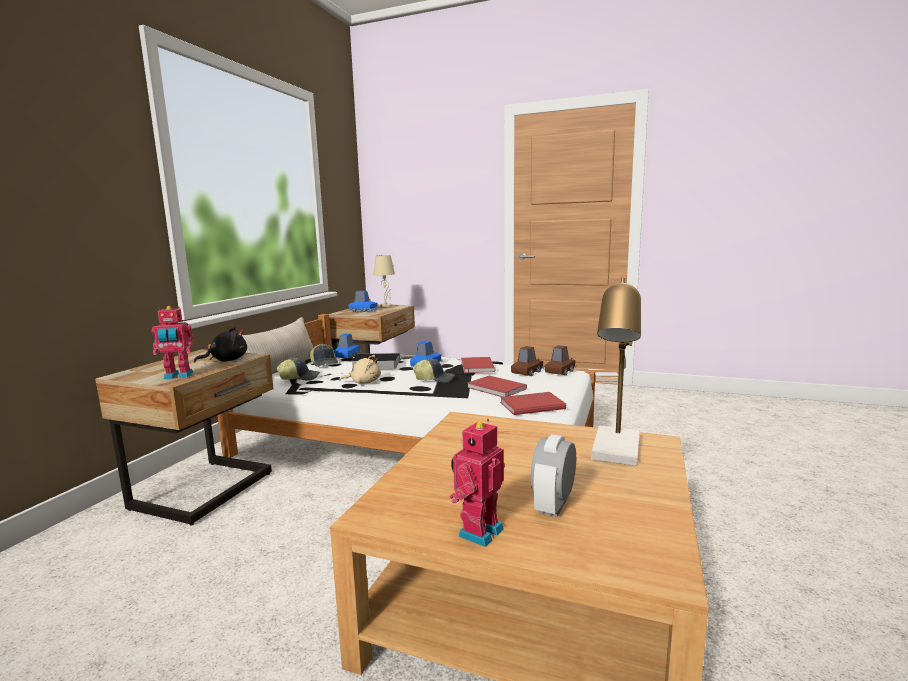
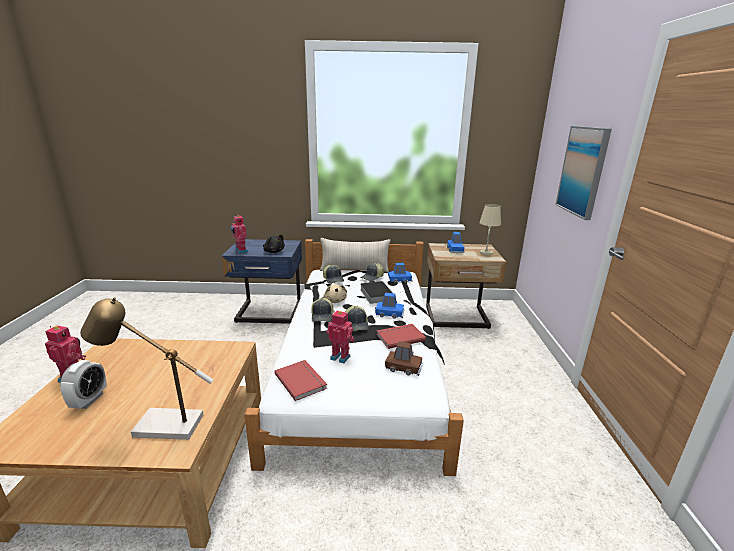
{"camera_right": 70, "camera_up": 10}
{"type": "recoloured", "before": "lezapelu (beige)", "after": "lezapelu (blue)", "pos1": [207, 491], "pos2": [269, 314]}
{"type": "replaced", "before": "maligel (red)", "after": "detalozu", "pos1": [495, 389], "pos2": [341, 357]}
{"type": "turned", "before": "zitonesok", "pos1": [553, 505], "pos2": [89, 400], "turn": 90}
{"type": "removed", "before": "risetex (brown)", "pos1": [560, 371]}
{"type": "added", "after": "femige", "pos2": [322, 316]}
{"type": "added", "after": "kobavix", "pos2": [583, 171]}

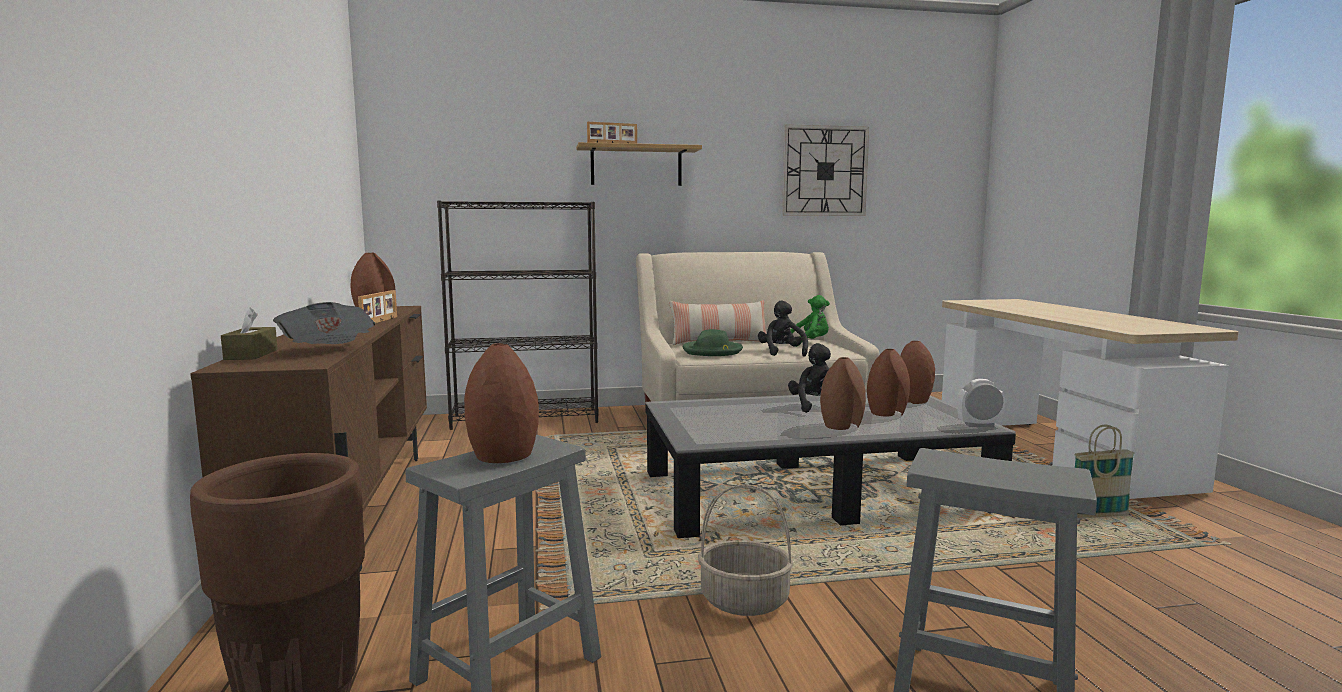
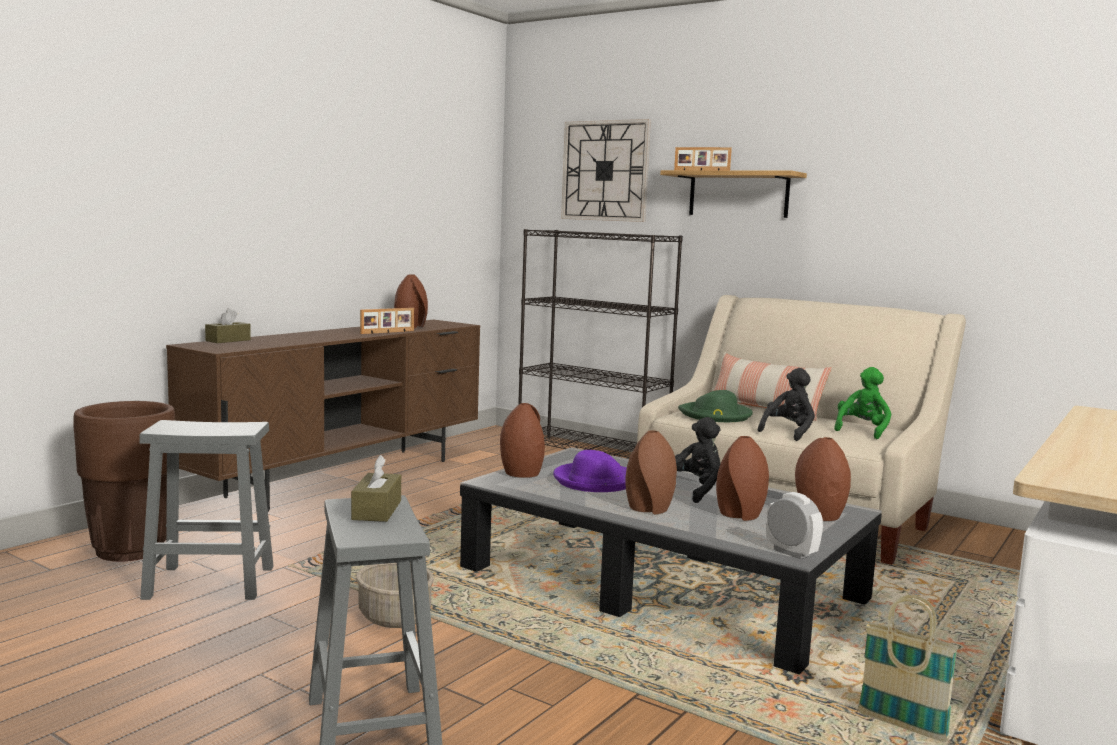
{"camera_right": 45, "camera_up": 0}
{"type": "removed", "before": "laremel", "pos1": [329, 350]}
{"type": "moved", "before": "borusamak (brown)", "pos1": [501, 456], "pos2": [521, 473]}
{"type": "moved", "before": "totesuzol", "pos1": [824, 171], "pos2": [605, 171]}
{"type": "turned", "before": "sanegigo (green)", "pos1": [809, 343], "pos2": [862, 431], "turn": -90}
{"type": "added", "after": "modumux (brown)", "pos2": [376, 510]}
{"type": "added", "after": "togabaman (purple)", "pos2": [595, 481]}

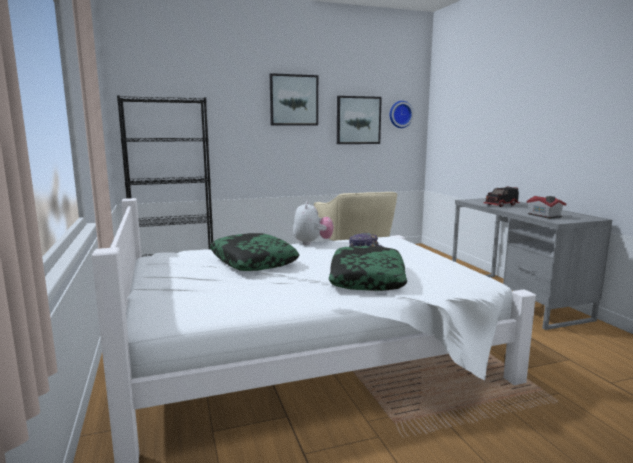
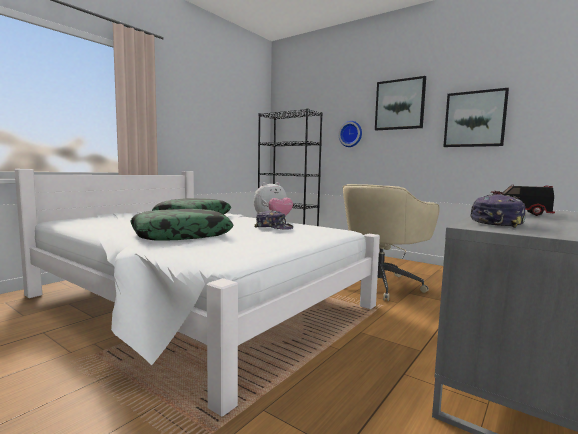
{"camera_right": 55, "camera_up": -5}
{"type": "moved", "before": "totesuzol", "pos1": [400, 114], "pos2": [351, 134]}
{"type": "replaced", "before": "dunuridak", "after": "femige", "pos1": [544, 216], "pos2": [496, 223]}

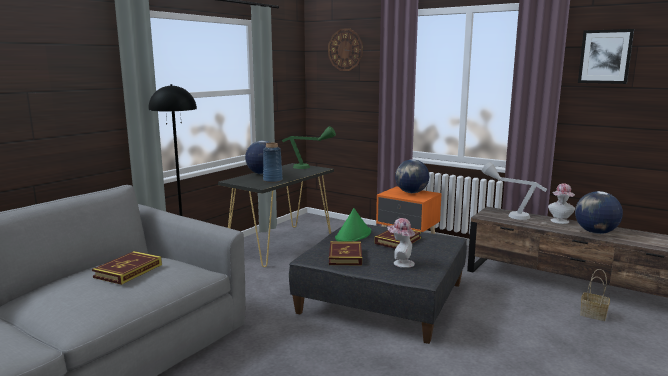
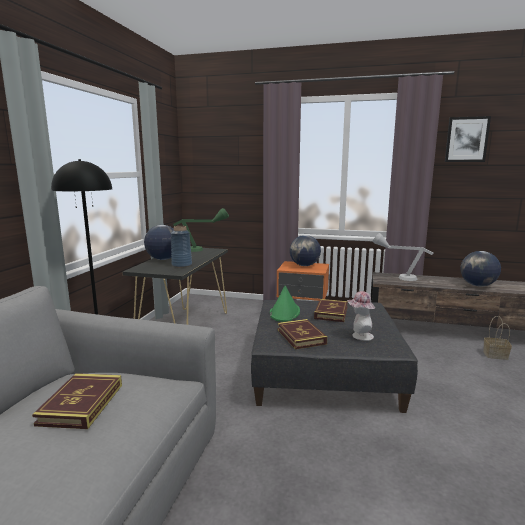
{"camera_right": -20, "camera_up": 0}
{"type": "removed", "before": "totesuzol", "pos1": [345, 49]}
{"type": "removed", "before": "togabaman", "pos1": [560, 222]}

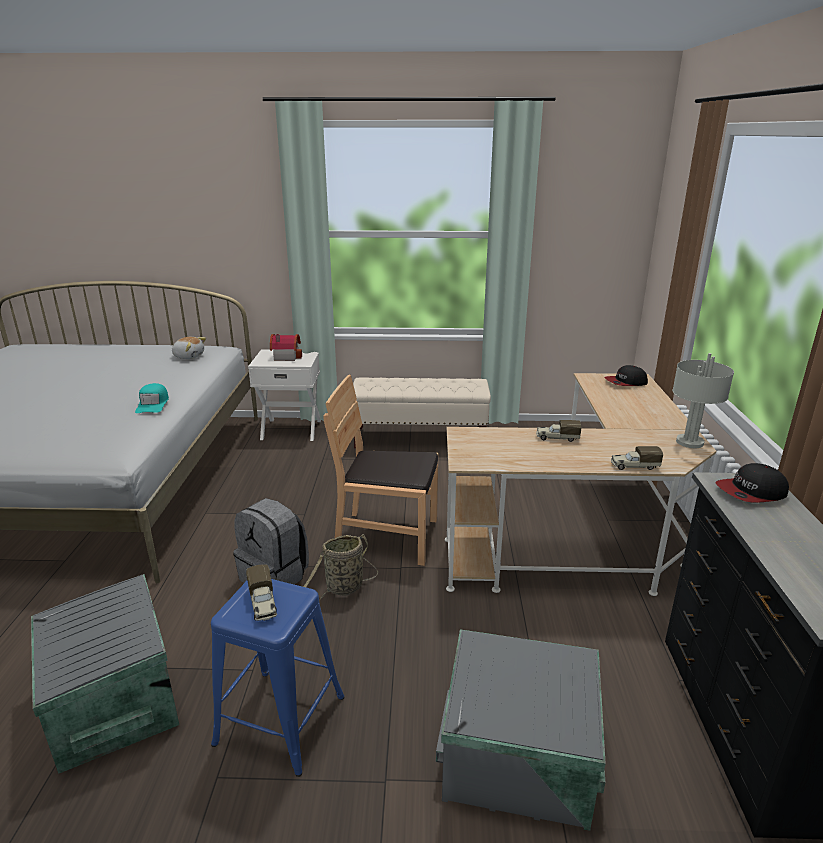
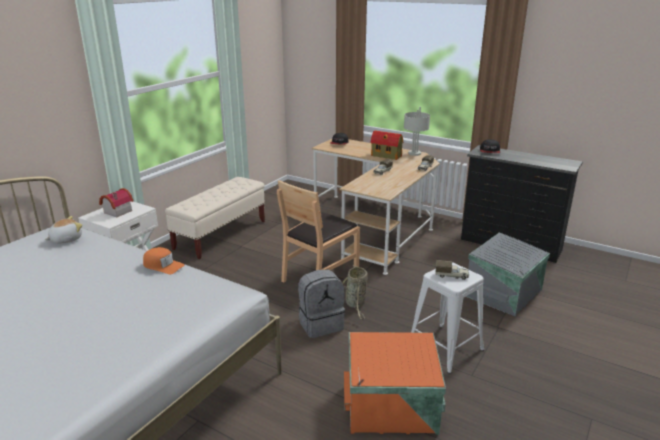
{"camera_right": -60, "camera_up": 0}
{"type": "recoloured", "before": "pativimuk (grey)", "after": "pativimuk (orange)", "pos1": [111, 703], "pos2": [392, 407]}
{"type": "recoloured", "before": "femige (turquoise)", "after": "femige (orange)", "pos1": [153, 404], "pos2": [163, 265]}
{"type": "recoloured", "before": "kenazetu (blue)", "after": "kenazetu (white)", "pos1": [280, 720], "pos2": [445, 347]}
{"type": "added", "after": "dunuridak", "pos2": [387, 156]}

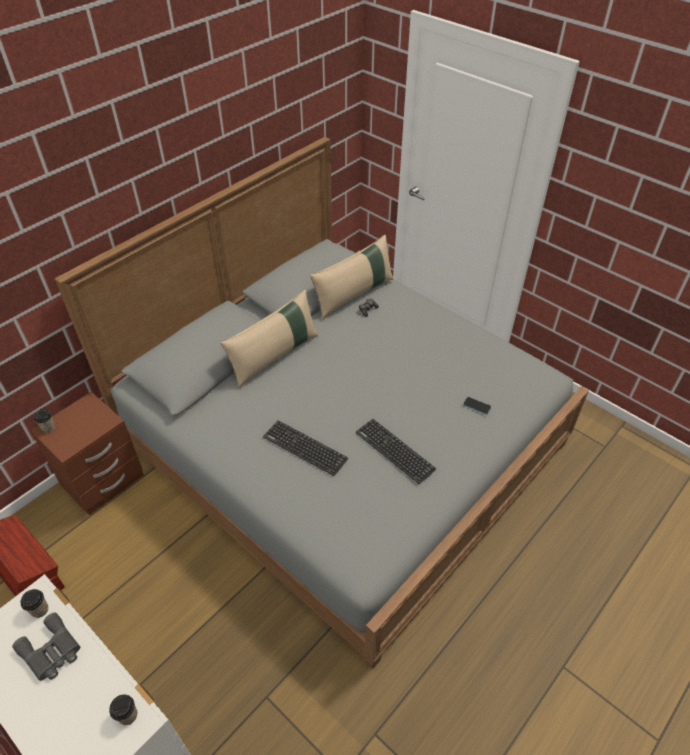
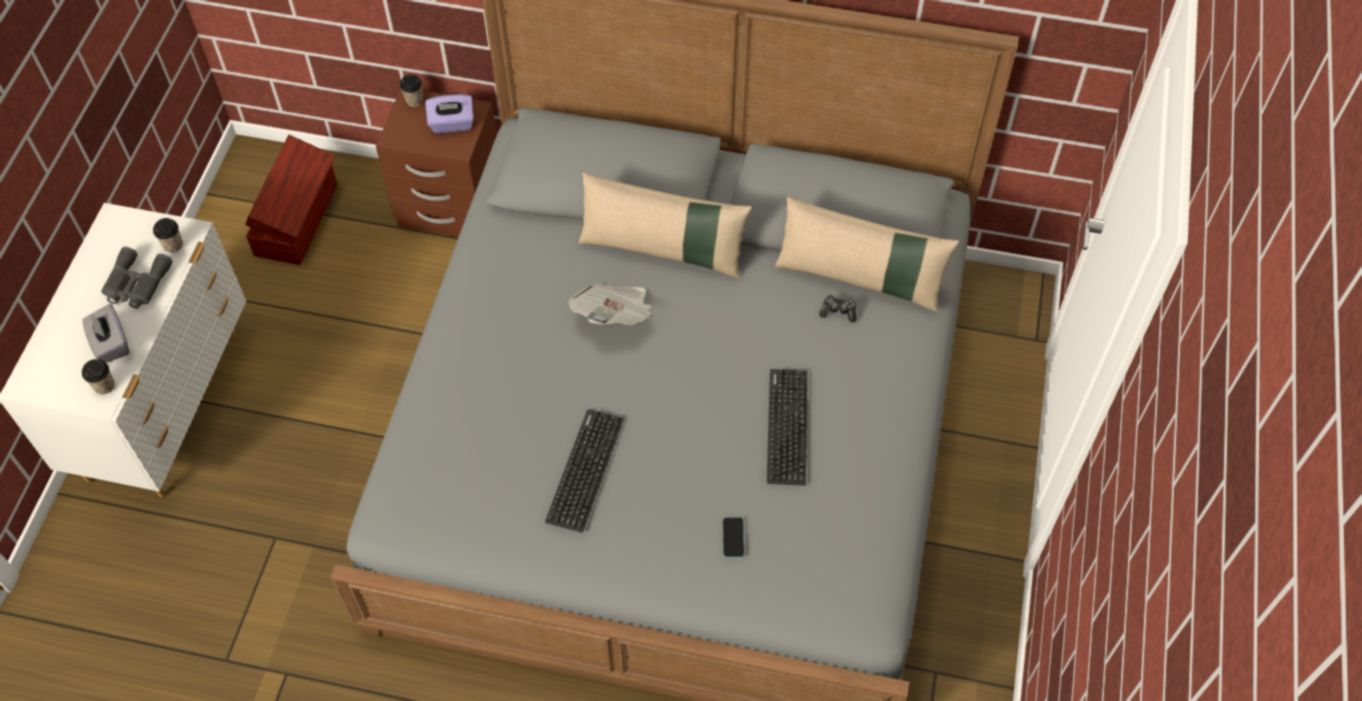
{"camera_right": 60, "camera_up": 10}
{"type": "moved", "before": "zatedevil", "pos1": [305, 448], "pos2": [787, 426]}
{"type": "added", "after": "modumux (grey)", "pos2": [111, 344]}
{"type": "added", "after": "modumux (purple)", "pos2": [452, 124]}
{"type": "added", "after": "laremel", "pos2": [614, 316]}

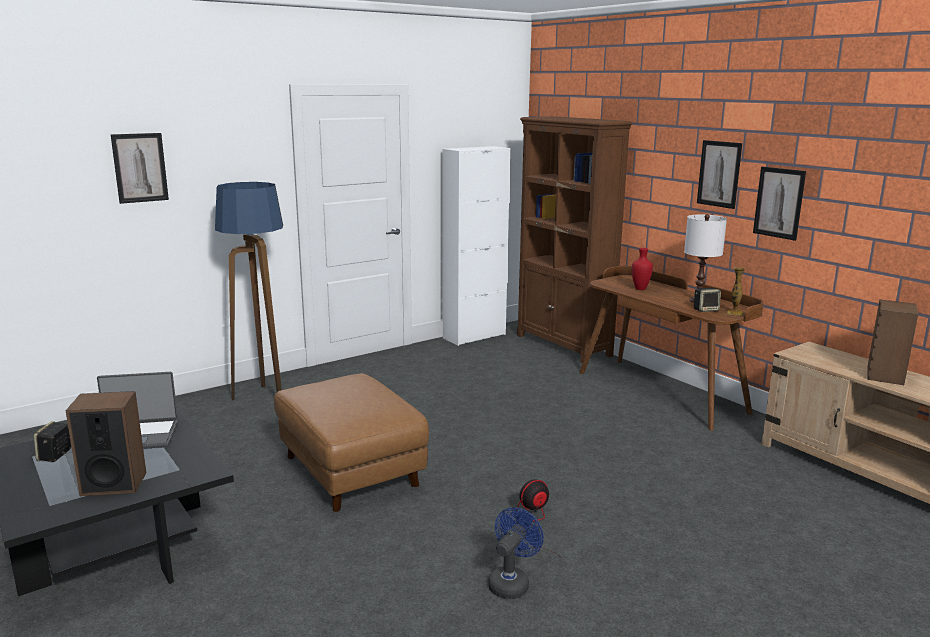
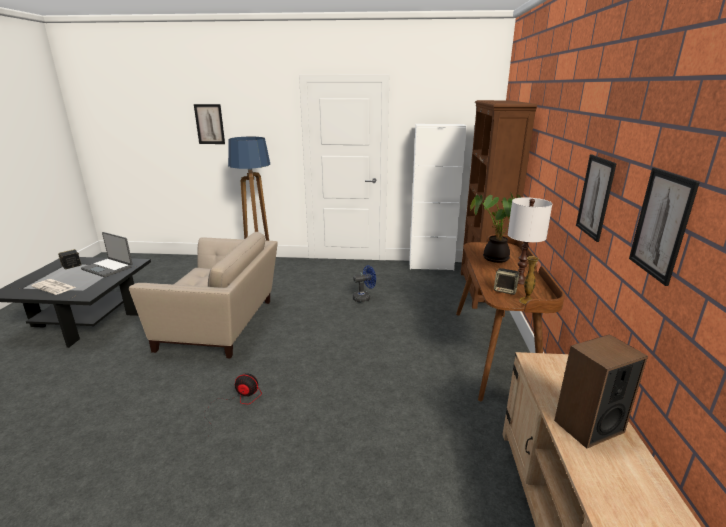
{"camera_right": 40, "camera_up": 5}
{"type": "replaced", "before": "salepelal", "after": "laremel", "pos1": [114, 483], "pos2": [55, 287]}
{"type": "replaced", "before": "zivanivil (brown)", "after": "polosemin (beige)", "pos1": [352, 470], "pos2": [221, 325]}
{"type": "moved", "before": "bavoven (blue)", "pos1": [511, 582], "pos2": [364, 298]}
{"type": "replaced", "before": "borusamak (red)", "after": "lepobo", "pos1": [640, 289], "pos2": [493, 258]}
{"type": "moved", "before": "kobavix", "pos1": [719, 174], "pos2": [661, 225]}

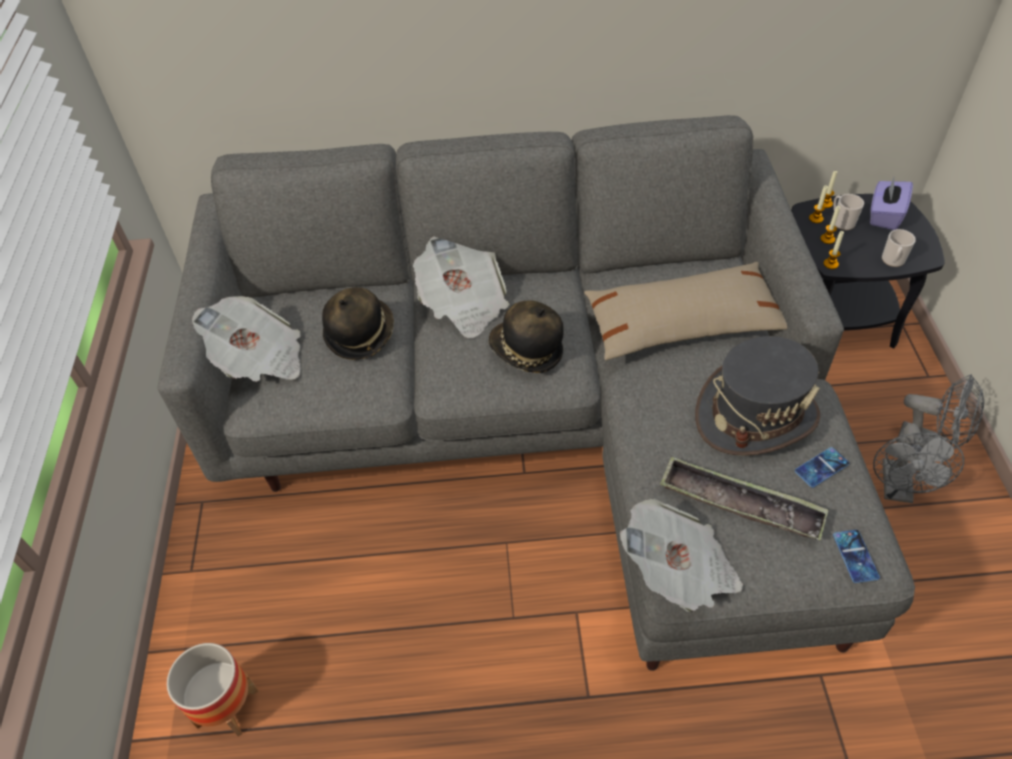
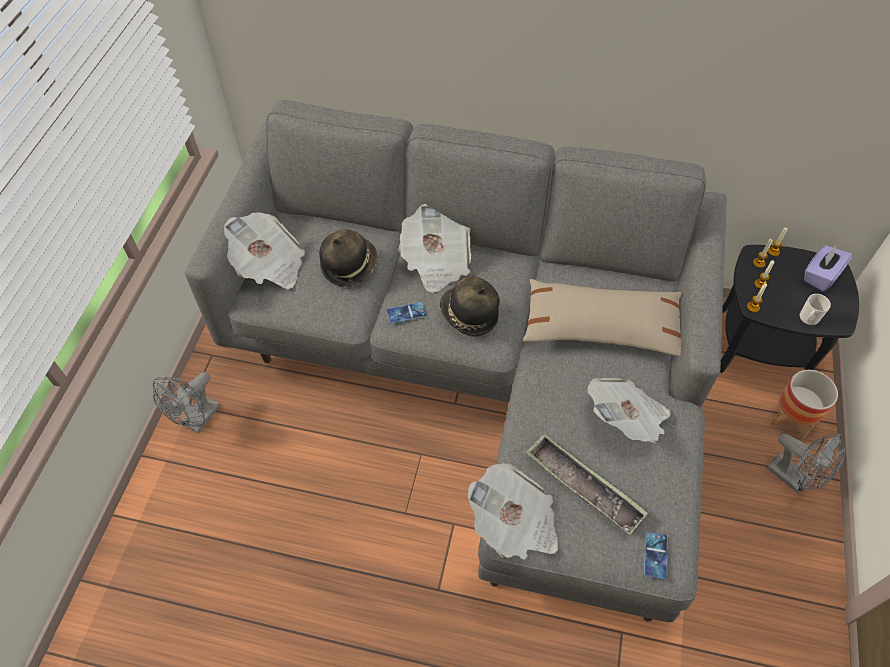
{"camera_right": 15, "camera_up": 5}
{"type": "moved", "before": "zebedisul", "pos1": [227, 707], "pos2": [790, 419]}
{"type": "replaced", "before": "togabaman (grey)", "after": "laremel", "pos1": [755, 415], "pos2": [626, 419]}
{"type": "moved", "before": "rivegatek", "pos1": [821, 467], "pos2": [406, 313]}
{"type": "removed", "before": "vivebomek", "pos1": [841, 222]}
{"type": "moved", "before": "bavoven (grey)", "pos1": [897, 490], "pos2": [197, 420]}

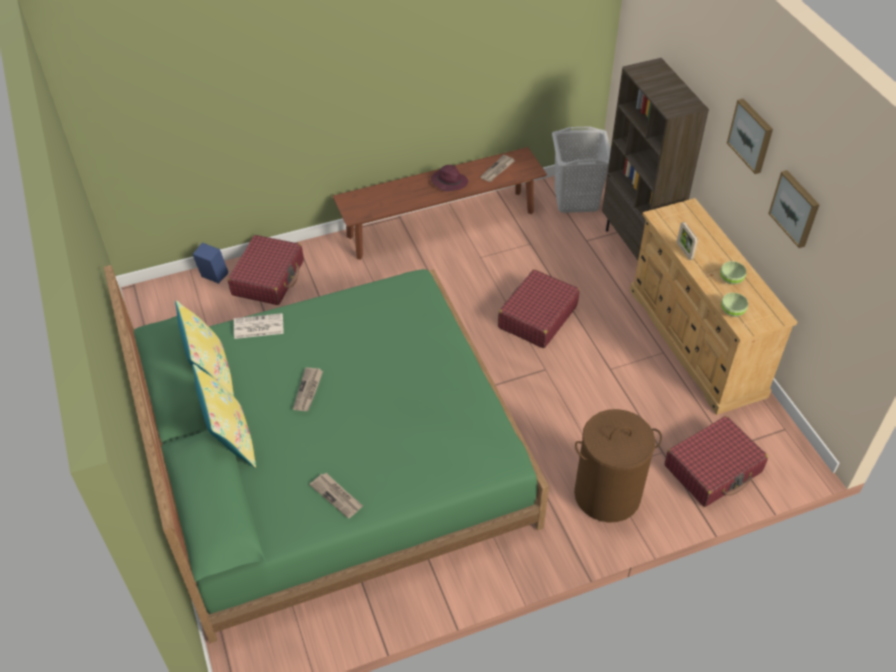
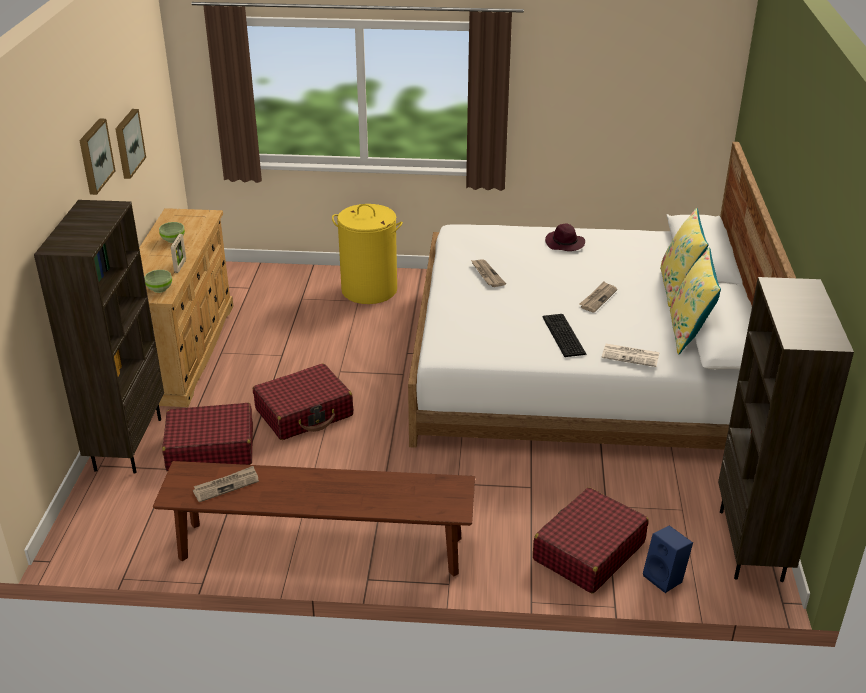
{"camera_right": -155, "camera_up": -15}
{"type": "recoloured", "before": "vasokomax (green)", "after": "vasokomax (white)", "pos1": [335, 458], "pos2": [577, 365]}
{"type": "moved", "before": "laremel", "pos1": [337, 496], "pos2": [487, 274]}
{"type": "moved", "before": "togabaman (purple)", "pos1": [448, 182], "pos2": [565, 244]}
{"type": "removed", "before": "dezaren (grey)", "pos1": [576, 199]}
{"type": "recoloured", "before": "dezaren (brown)", "after": "dezaren (yellow)", "pos1": [607, 495], "pos2": [369, 290]}
{"type": "moved", "before": "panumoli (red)", "pos1": [713, 469], "pos2": [210, 448]}
{"type": "moved", "before": "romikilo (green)", "pos1": [731, 311], "pos2": [160, 289]}
{"type": "added", "after": "zatedevil", "pos2": [562, 336]}
{"type": "added", "after": "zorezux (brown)", "pos2": [752, 546]}

